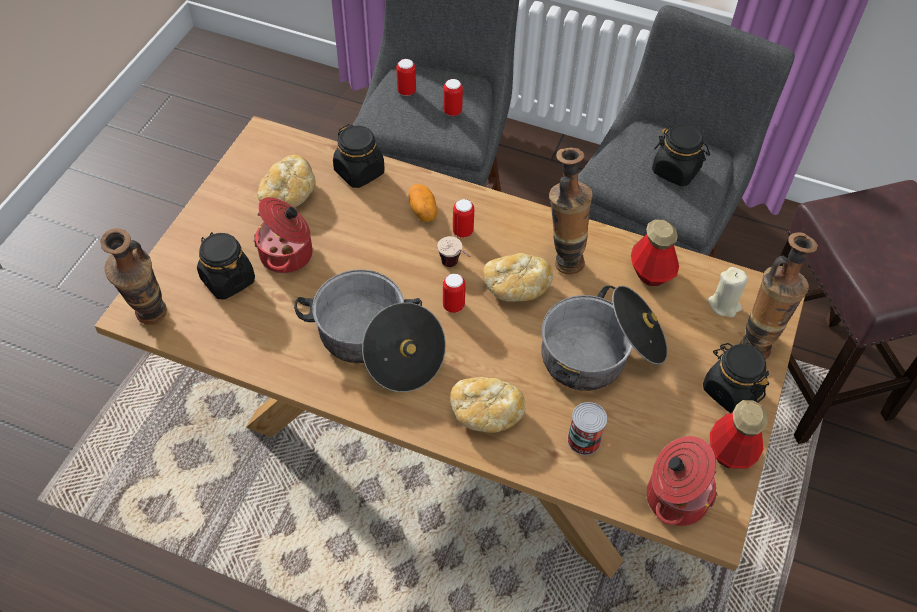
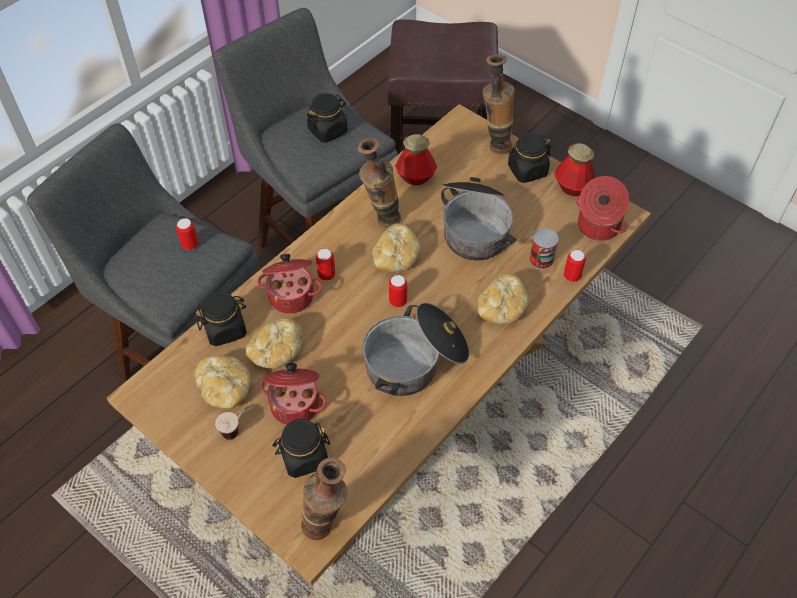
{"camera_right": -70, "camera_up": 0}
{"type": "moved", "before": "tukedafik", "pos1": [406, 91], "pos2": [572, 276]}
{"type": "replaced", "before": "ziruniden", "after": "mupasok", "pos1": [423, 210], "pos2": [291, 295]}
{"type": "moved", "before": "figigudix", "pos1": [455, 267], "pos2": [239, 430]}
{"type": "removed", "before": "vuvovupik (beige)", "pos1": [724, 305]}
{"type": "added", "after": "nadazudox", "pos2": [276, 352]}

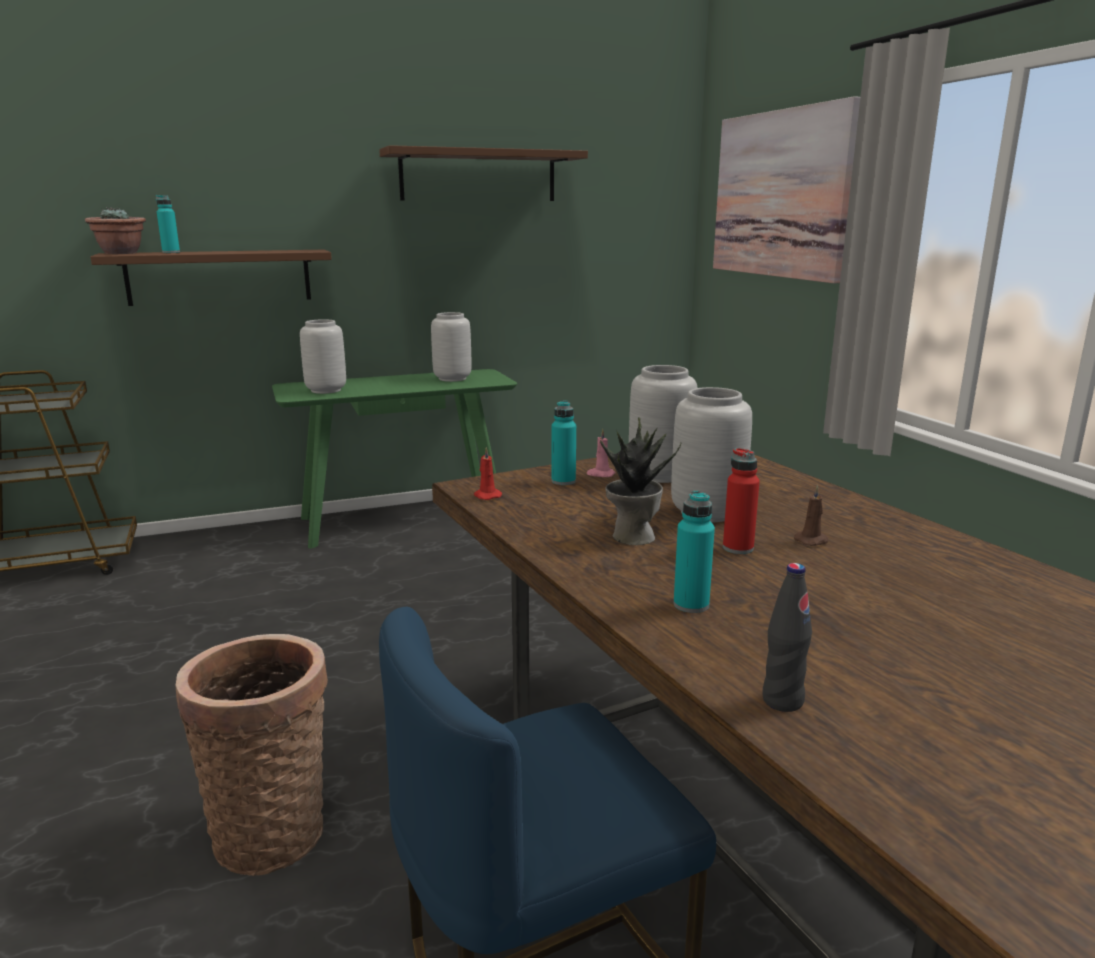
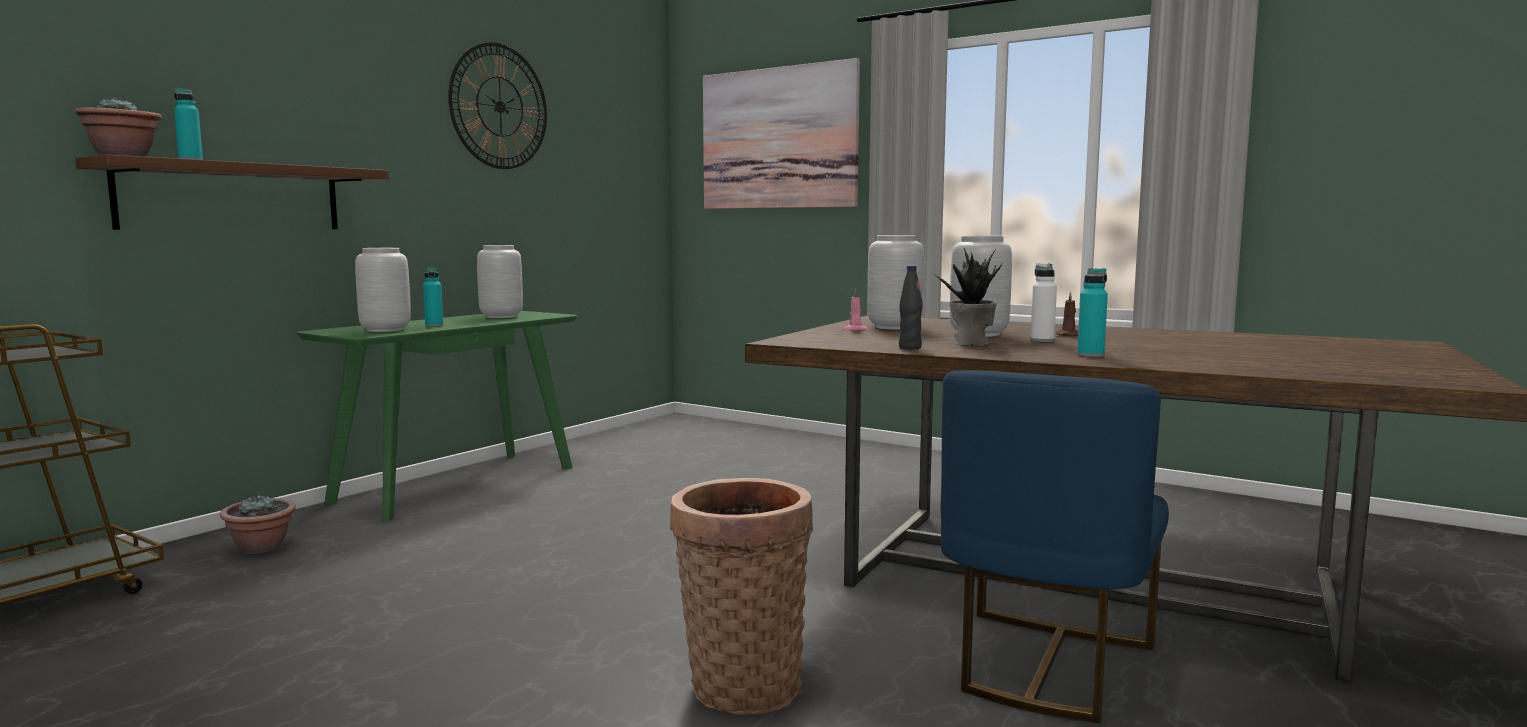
{"camera_right": -35, "camera_up": -10}
{"type": "replaced", "before": "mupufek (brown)", "after": "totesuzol", "pos1": [478, 176], "pos2": [499, 106]}
{"type": "removed", "before": "vuvovupik (red)", "pos1": [486, 496]}
{"type": "moved", "before": "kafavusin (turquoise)", "pos1": [563, 481], "pos2": [434, 326]}
{"type": "recoloured", "before": "kafavusin (red)", "after": "kafavusin (white)", "pos1": [738, 548], "pos2": [1042, 340]}
{"type": "moved", "before": "kafavusin (black)", "pos1": [782, 701], "pos2": [910, 348]}
{"type": "added", "after": "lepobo", "pos2": [261, 548]}

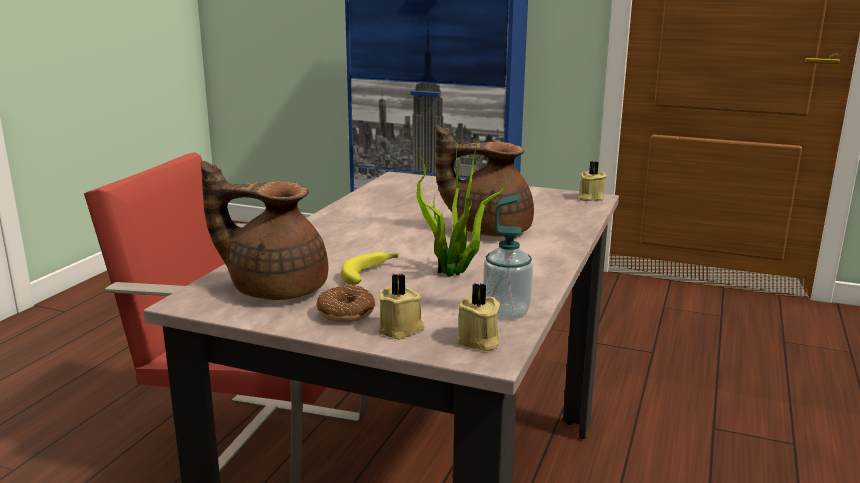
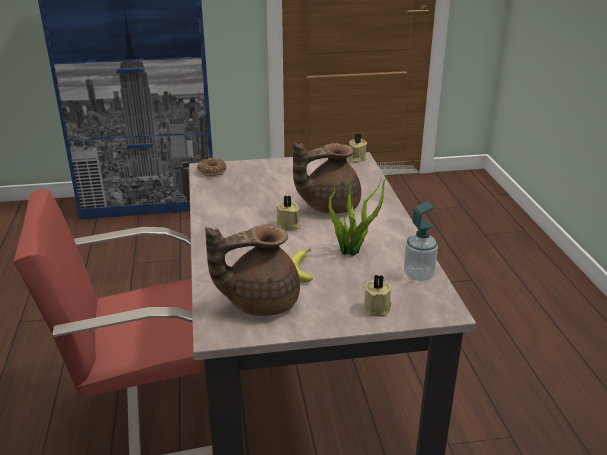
{"camera_right": -30, "camera_up": 10}
{"type": "moved", "before": "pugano", "pos1": [346, 313], "pos2": [212, 171]}
{"type": "moved", "before": "vuvovupik (beige)", "pos1": [478, 341], "pos2": [288, 225]}

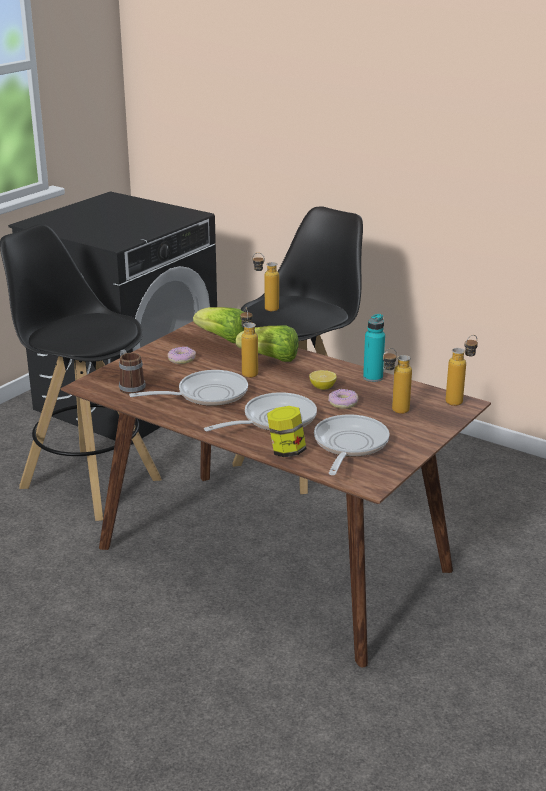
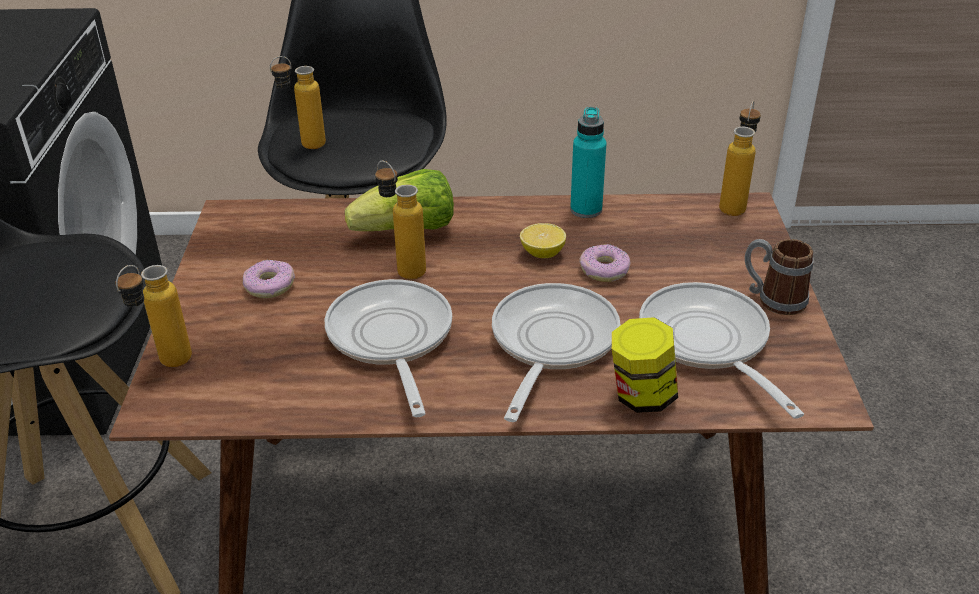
{"camera_right": -35, "camera_up": 10}
{"type": "moved", "before": "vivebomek", "pos1": [130, 386], "pos2": [772, 299]}
{"type": "turned", "before": "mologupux", "pos1": [206, 395], "pos2": [391, 340], "turn": -45}
{"type": "removed", "before": "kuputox", "pos1": [224, 339]}
{"type": "moved", "before": "kafavusin", "pos1": [394, 411], "pos2": [166, 366]}

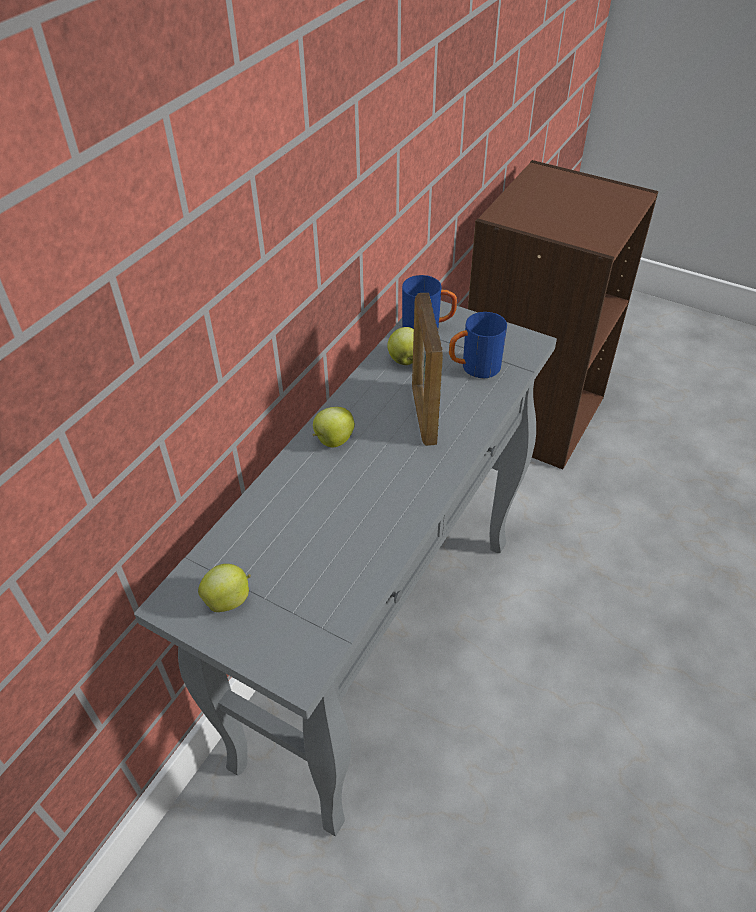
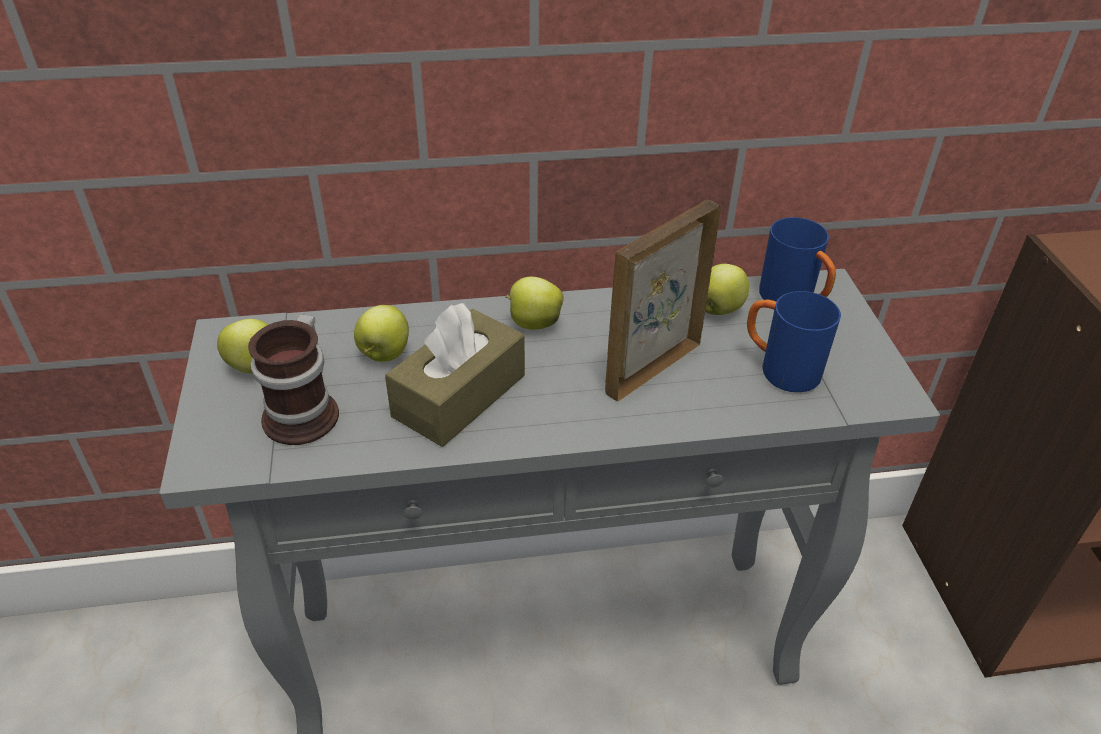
{"camera_right": 50, "camera_up": -5}
{"type": "added", "after": "vivebomek", "pos2": [307, 412]}
{"type": "added", "after": "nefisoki", "pos2": [384, 354]}
{"type": "added", "after": "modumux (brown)", "pos2": [459, 396]}

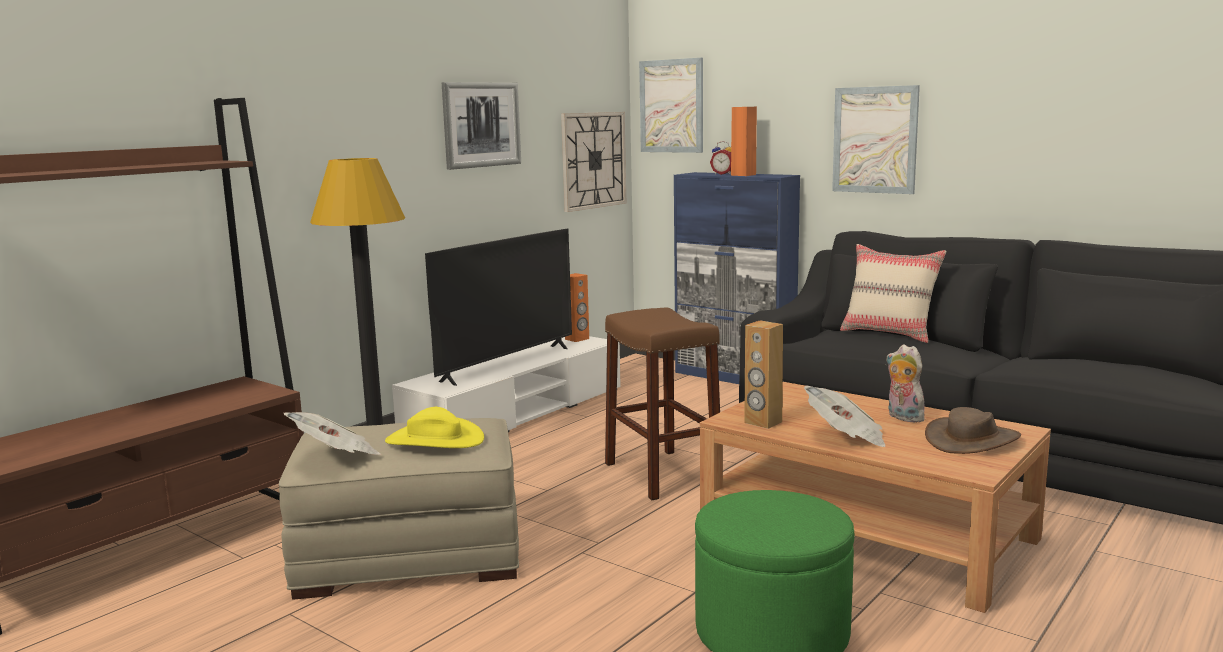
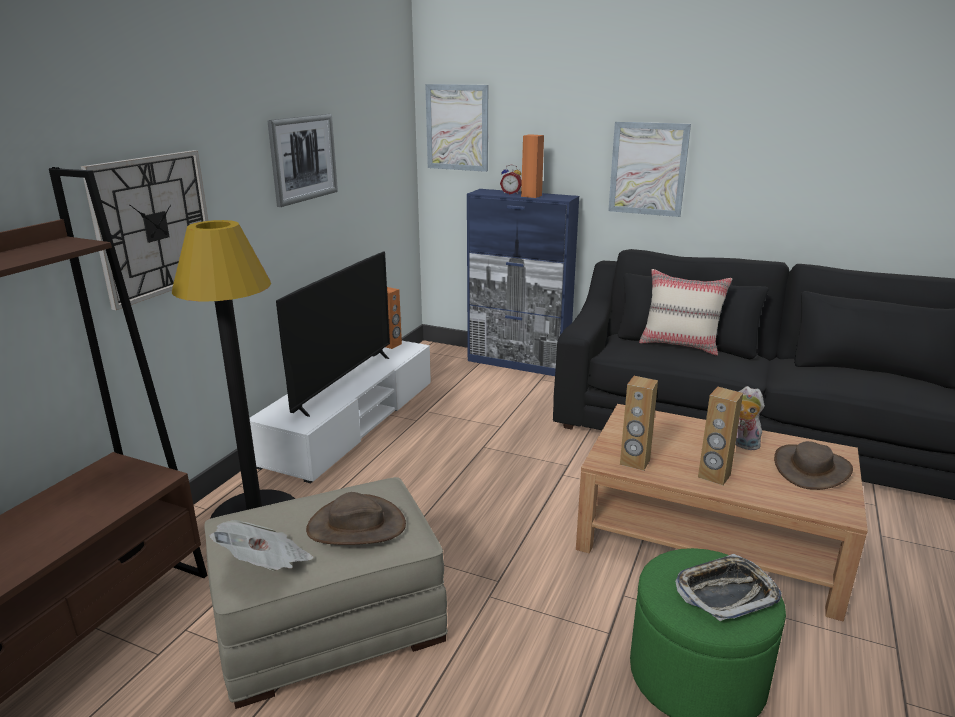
{"camera_right": -15, "camera_up": 10}
{"type": "recoloured", "before": "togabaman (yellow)", "after": "togabaman (brown)", "pos1": [434, 440], "pos2": [356, 526]}
{"type": "moved", "before": "totesuzol", "pos1": [593, 160], "pos2": [154, 226]}
{"type": "removed", "before": "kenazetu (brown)", "pos1": [662, 474]}
{"type": "replaced", "before": "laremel", "after": "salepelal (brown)", "pos1": [846, 437], "pos2": [714, 476]}
{"type": "added", "after": "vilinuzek", "pos2": [726, 593]}

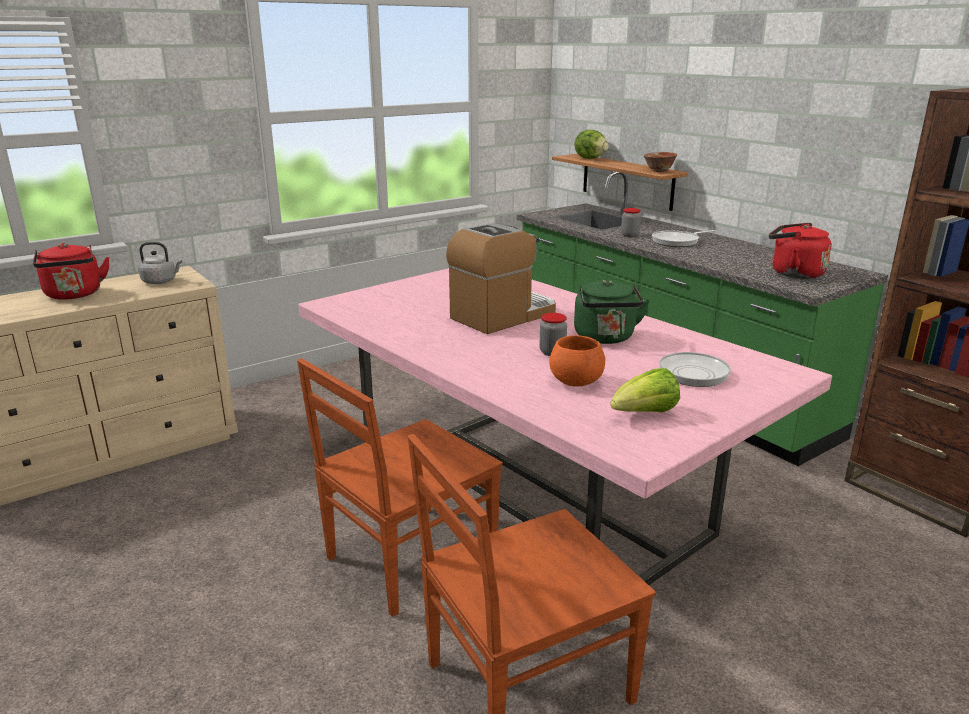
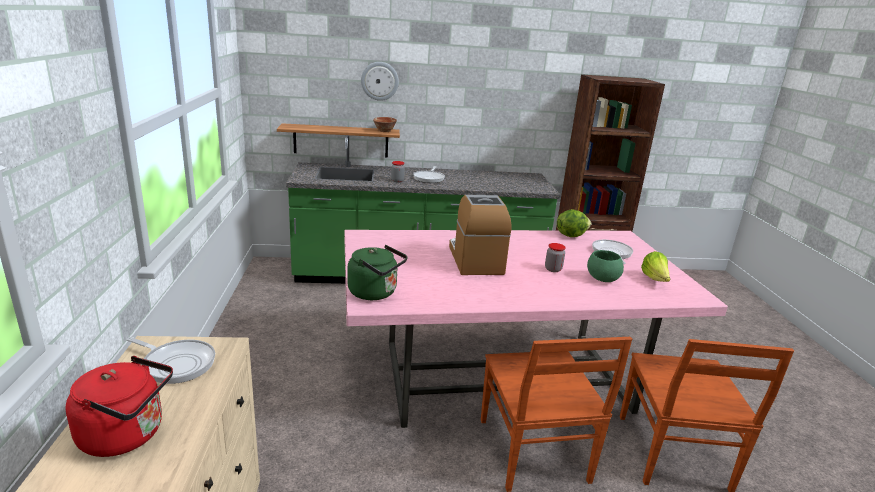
{"camera_right": -60, "camera_up": 0}
{"type": "replaced", "before": "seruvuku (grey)", "after": "mologupux", "pos1": [161, 281], "pos2": [176, 364]}
{"type": "recoloured", "before": "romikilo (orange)", "after": "romikilo (green)", "pos1": [576, 382], "pos2": [602, 279]}
{"type": "moved", "before": "kuputox", "pos1": [591, 158], "pos2": [570, 235]}
{"type": "moved", "before": "seruvuku (green)", "pos1": [605, 338], "pos2": [375, 293]}
{"type": "removed", "before": "seruvuku (red)", "pos1": [793, 273]}
{"type": "added", "after": "totesuzol", "pos2": [379, 81]}

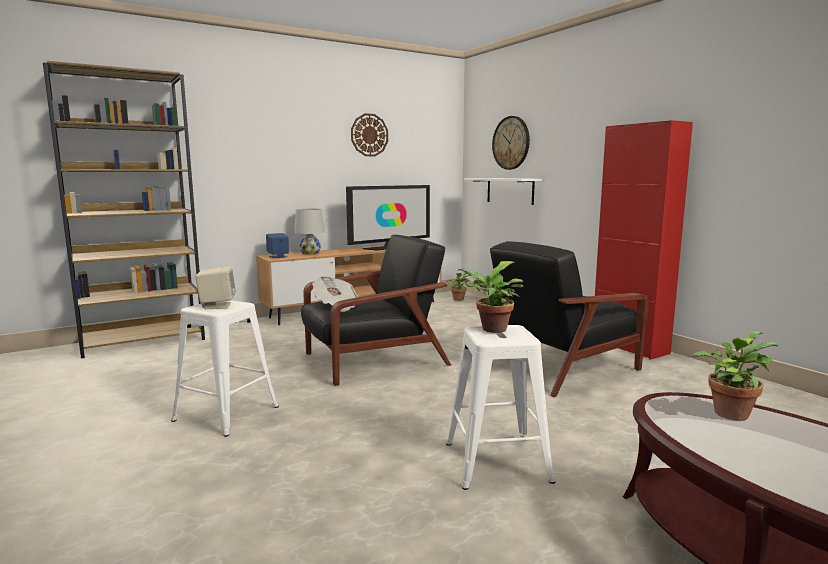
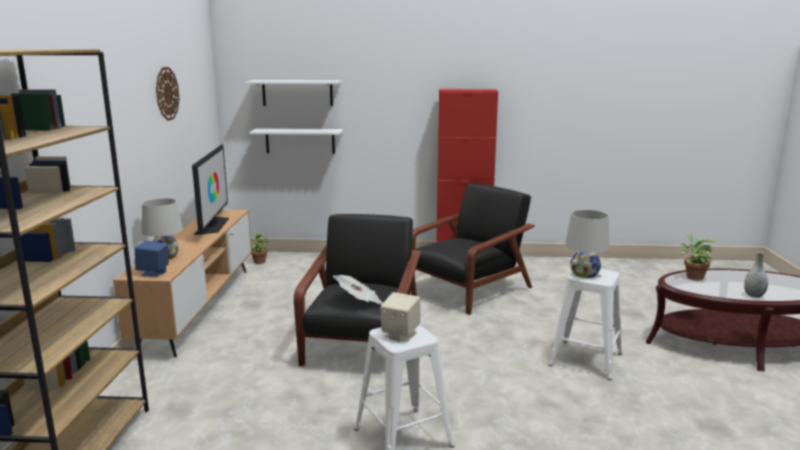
{"camera_right": -55, "camera_up": 5}
{"type": "replaced", "before": "lepobo", "after": "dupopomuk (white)", "pos1": [491, 330], "pos2": [584, 274]}
{"type": "turned", "before": "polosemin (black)", "pos1": [561, 366], "pos2": [468, 289], "turn": -135}
{"type": "replaced", "before": "totesuzol", "after": "mupufek (white)", "pos1": [511, 143], "pos2": [297, 93]}
{"type": "added", "after": "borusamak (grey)", "pos2": [753, 295]}

